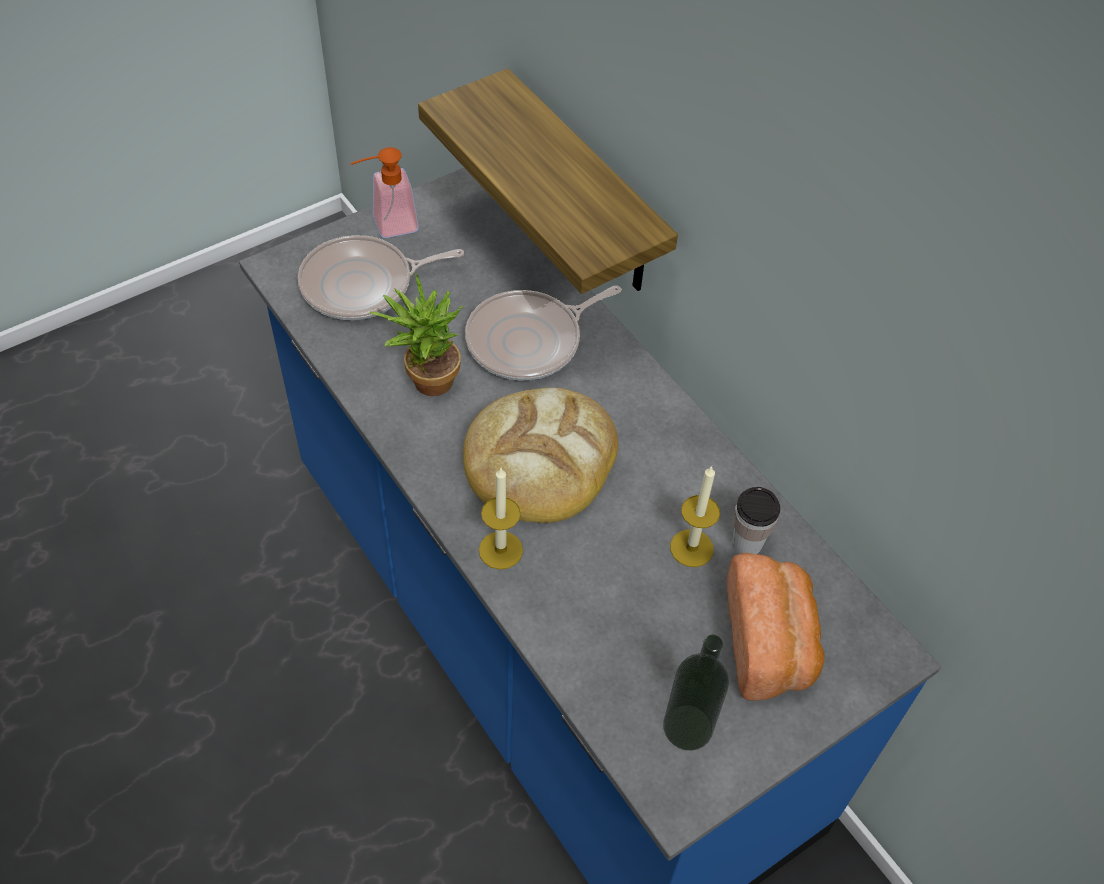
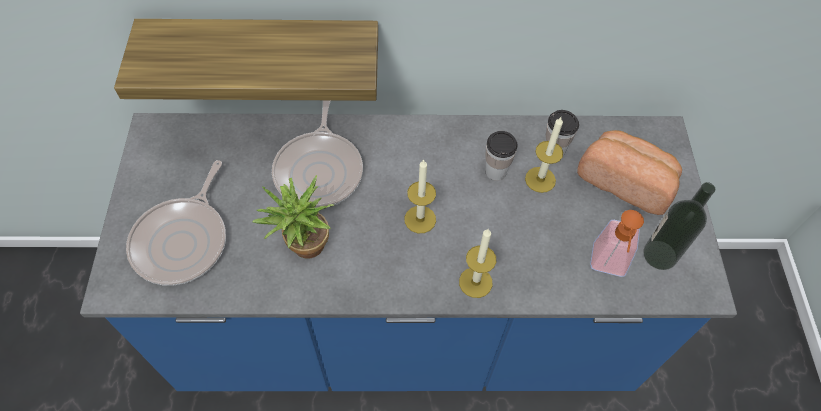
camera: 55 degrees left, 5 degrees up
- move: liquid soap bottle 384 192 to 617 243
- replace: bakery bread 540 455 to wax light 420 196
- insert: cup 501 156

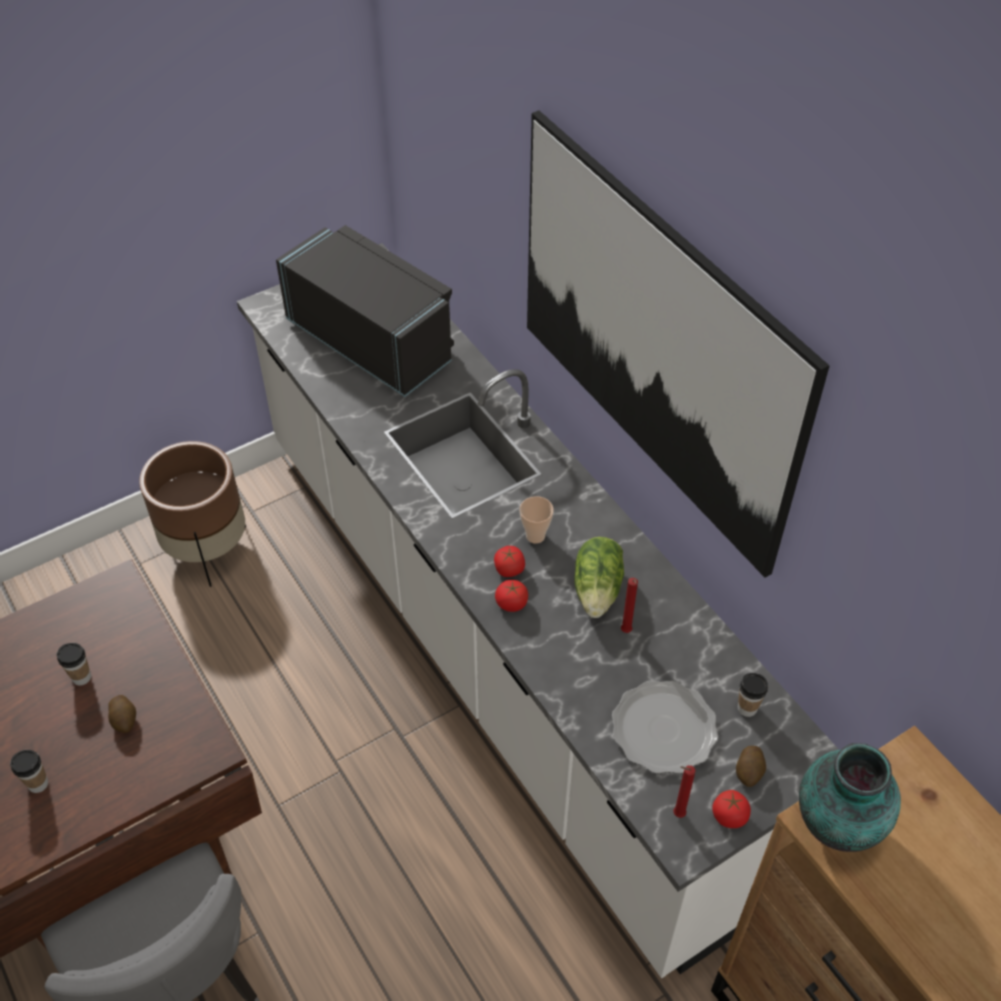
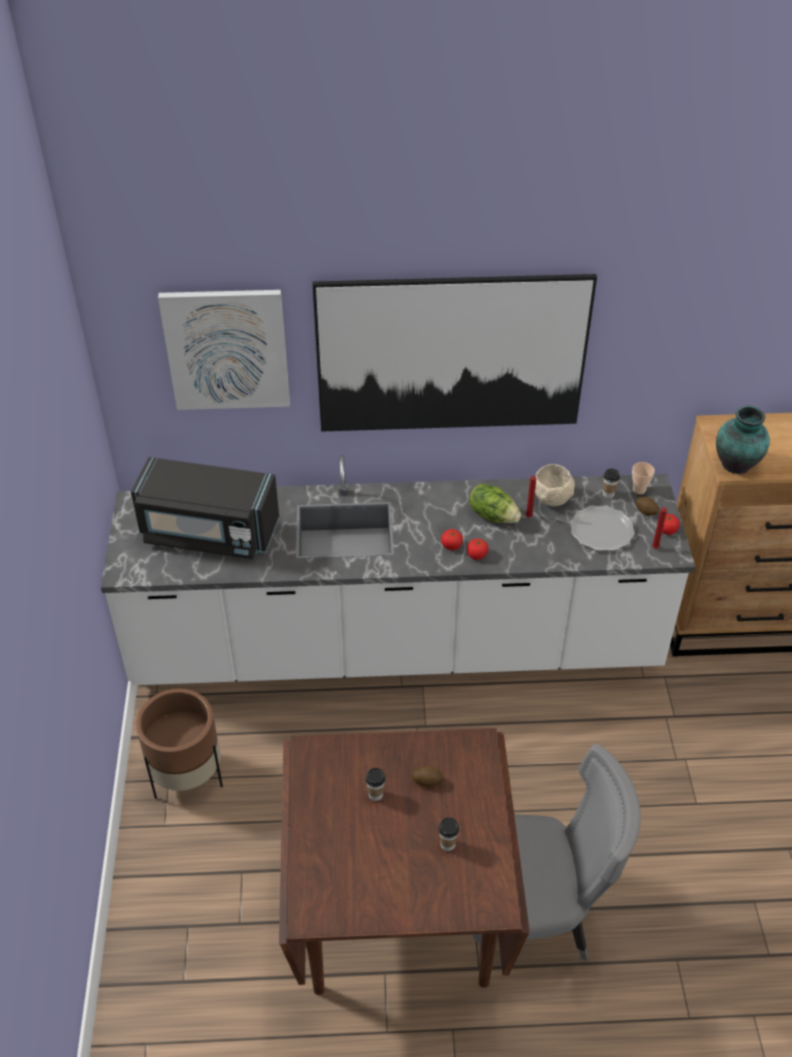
camera: 60 degrees left, 5 degrees down
- rotate: microwave in black-coloured 365 311 = 205 508 150 degrees counterclockwise
- move: cup 537 520 to 643 478
- insert: wall picture 224 350
- insert: bowl in beige-coloured 555 485

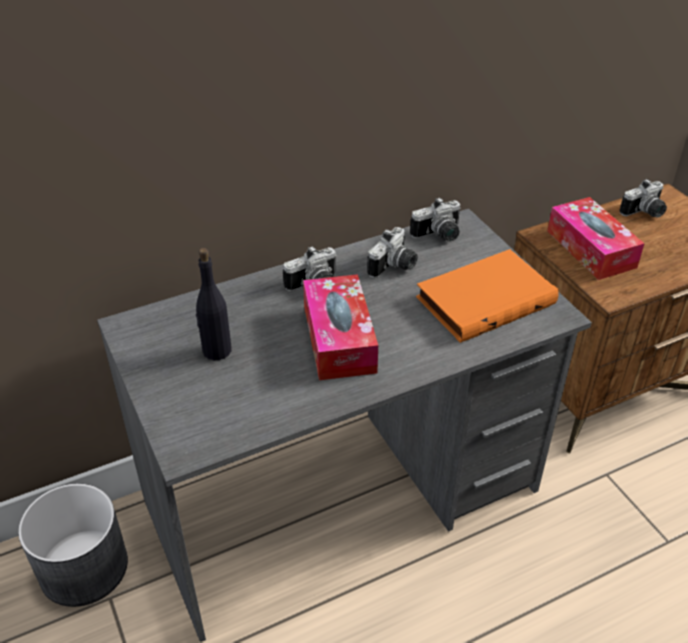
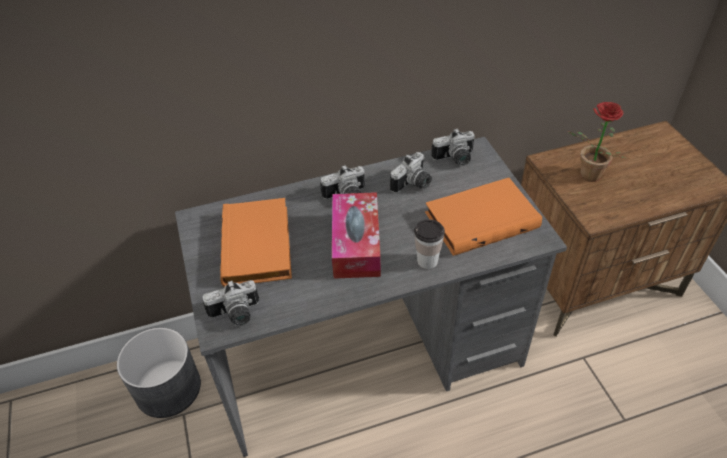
camera: 10 degrees right, 5 degrees up
- move: still camera 643 198 to 230 303
- replace: tissue holder 596 238 to plant in a pot 597 142
- replace: bottle in black-coloured 214 304 to bound book in orange-coloured 256 242
- insert: cup 429 244

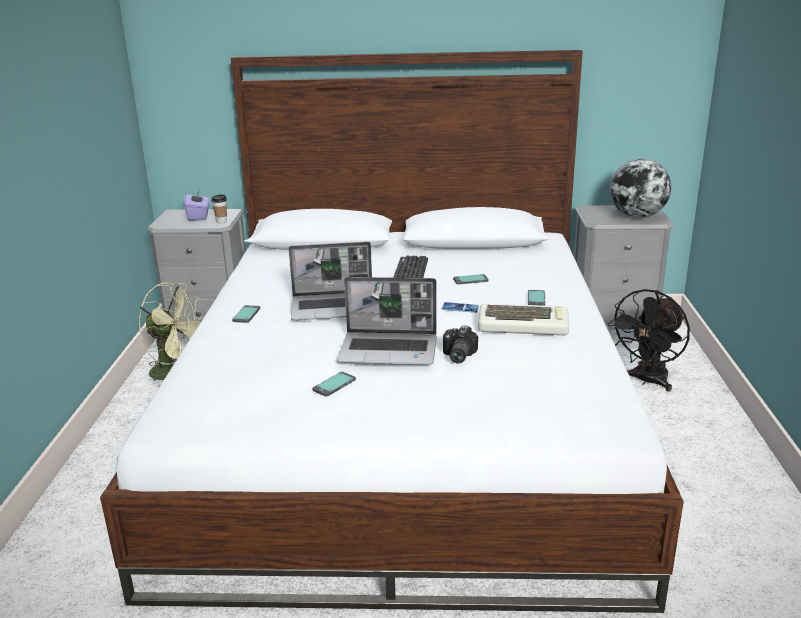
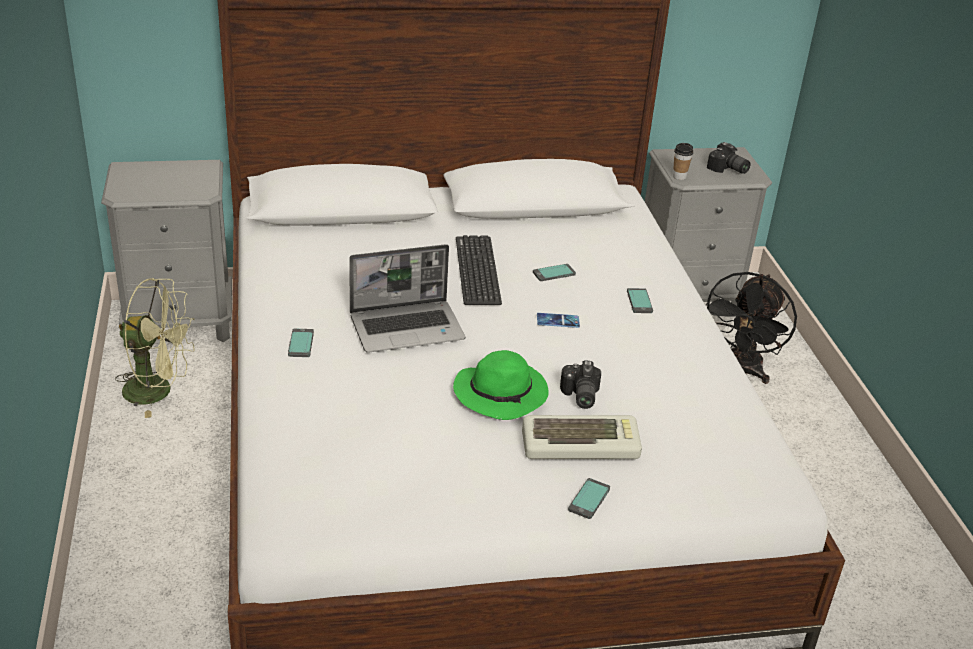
camera: 15 degrees left, 10 degrees up
- replace: world globe 640 188 to still camera 729 158
- delete: tissue holder in purple-coloured 196 205
- move: cup 219 208 to 683 161
- replace: notebook computer 387 320 to hat in greenish 500 385
- move: PC keyboard 523 319 to 582 437
- move: handset 334 384 to 589 498

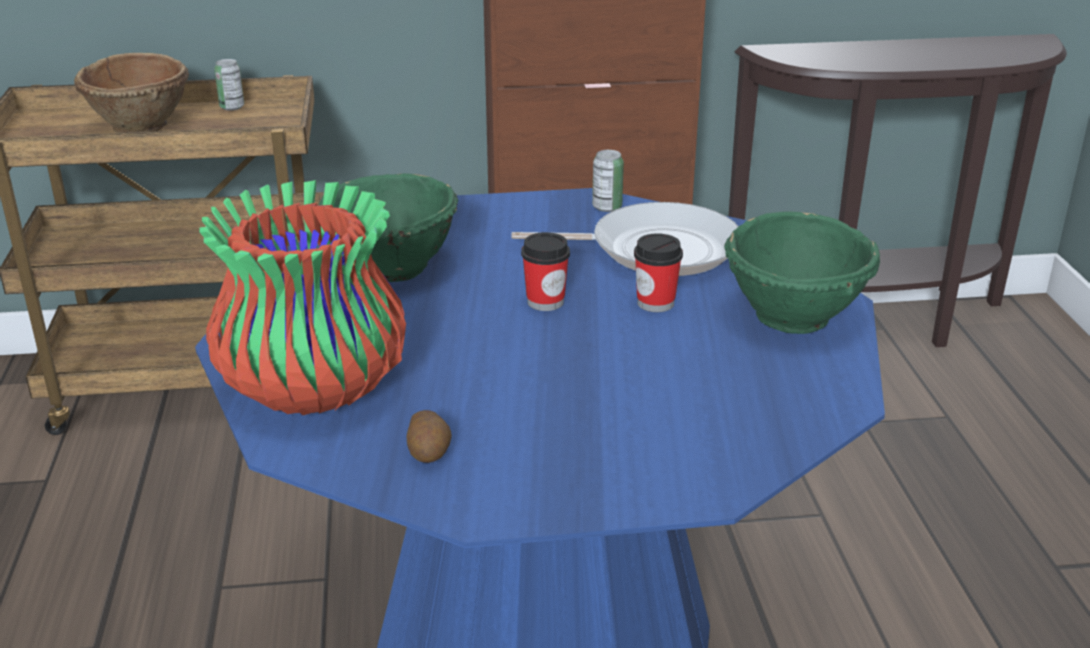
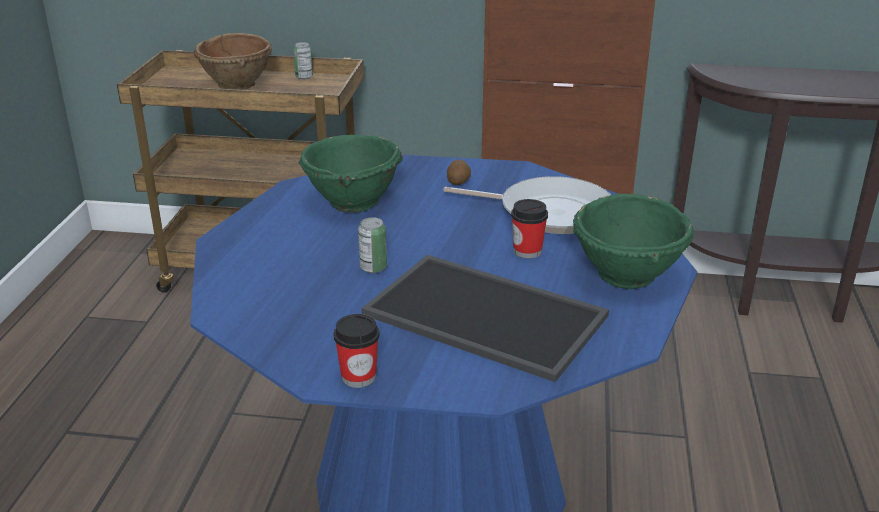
camera: 15 degrees right, 0 degrees up
- move: can 608 181 to 372 245
- delete: flower vase 302 297
- move: cup 545 271 to 356 351
- move: spud 429 436 to 459 172
- insert: tray 485 318

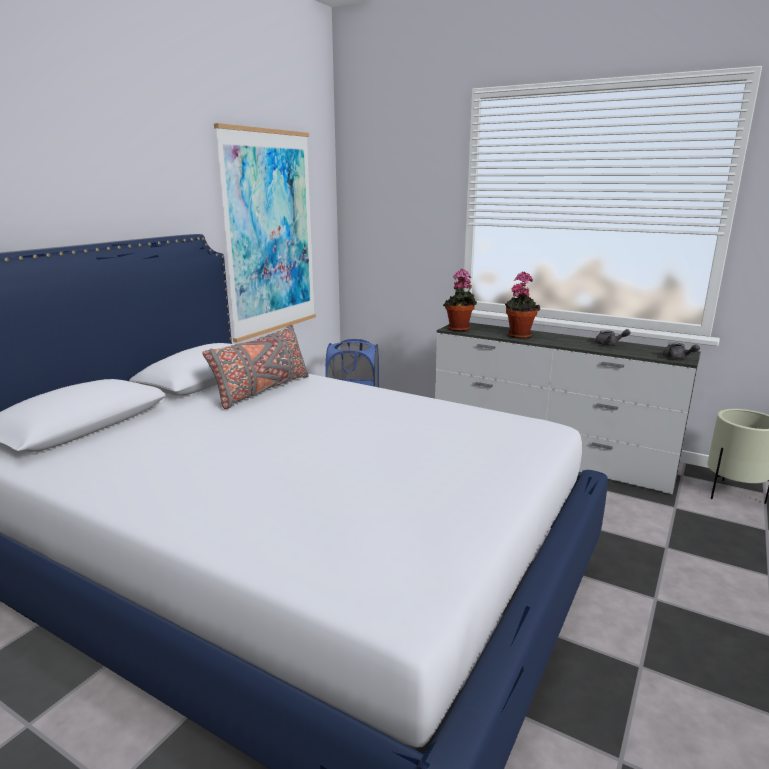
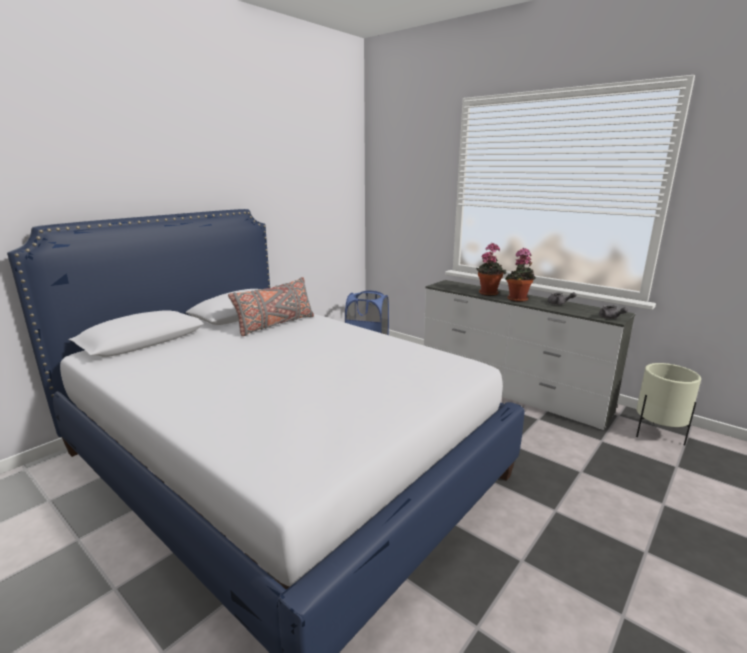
camera: 10 degrees right, 0 degrees up
- delete: wall picture 265 233
- move: plant in a pot 460 300 to 520 275

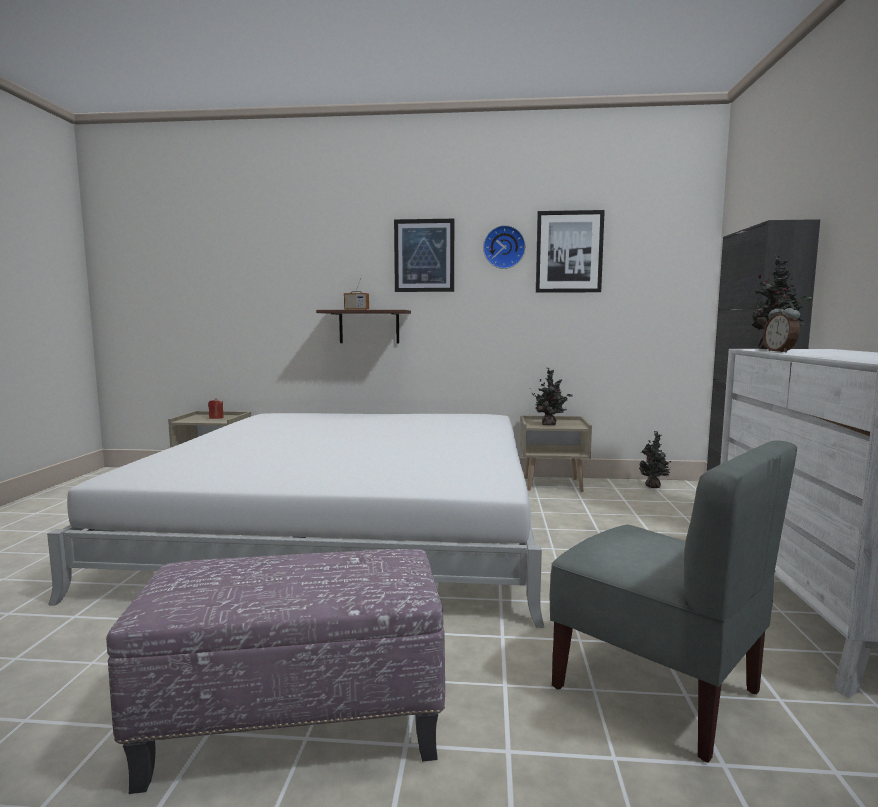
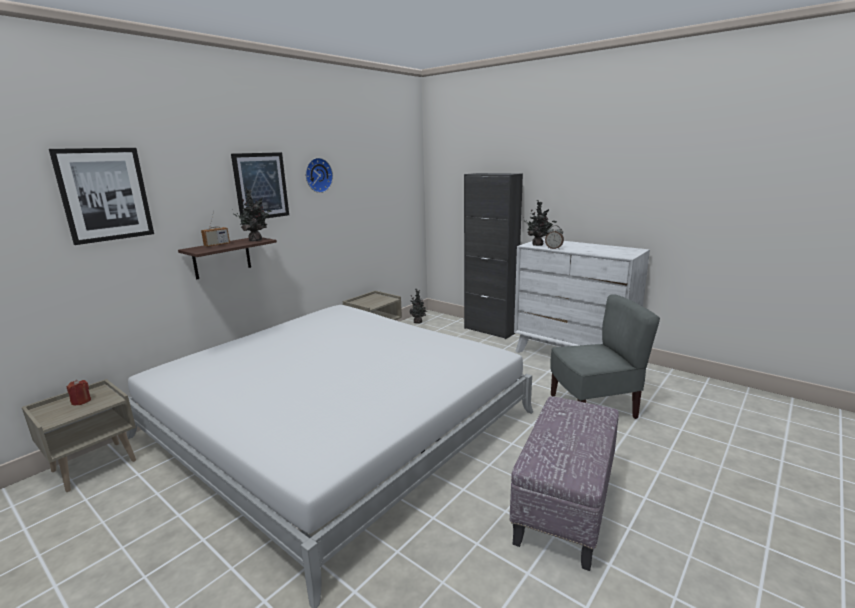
camera: 55 degrees left, 10 degrees up
- move: wall picture 570 251 to 101 196
- move: plant in a pot 552 397 to 253 214

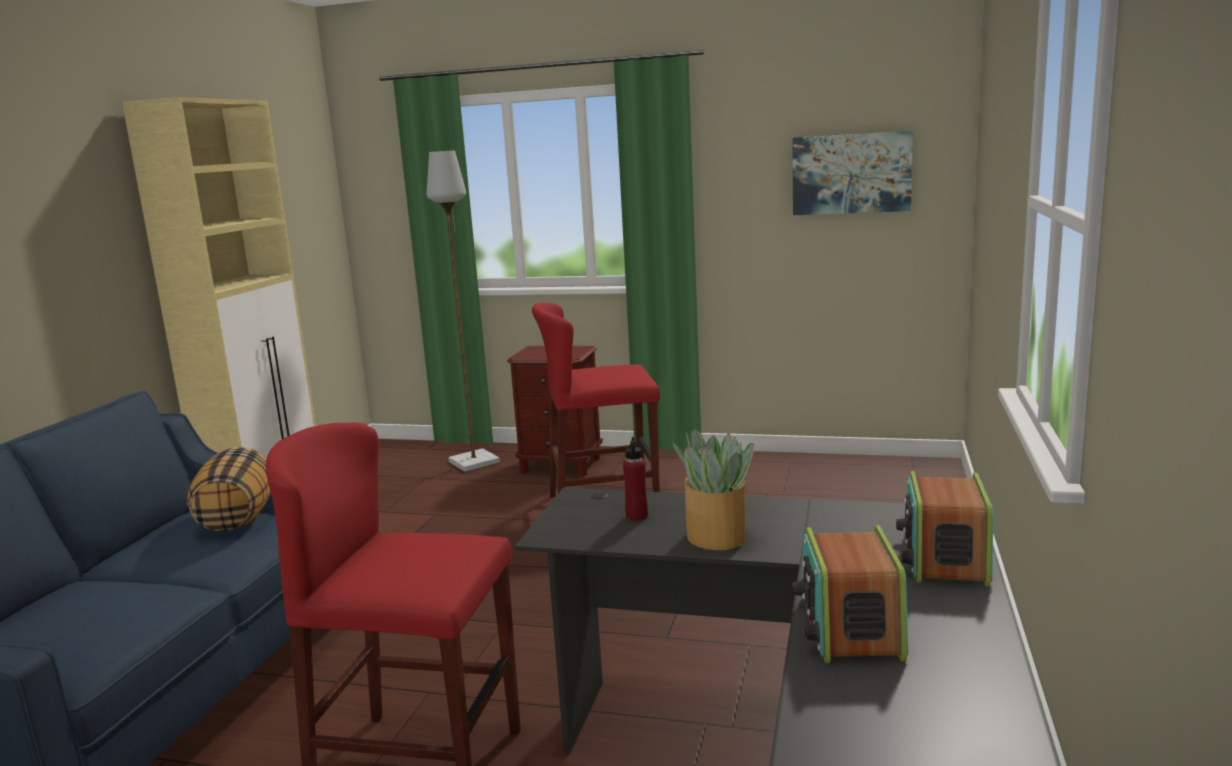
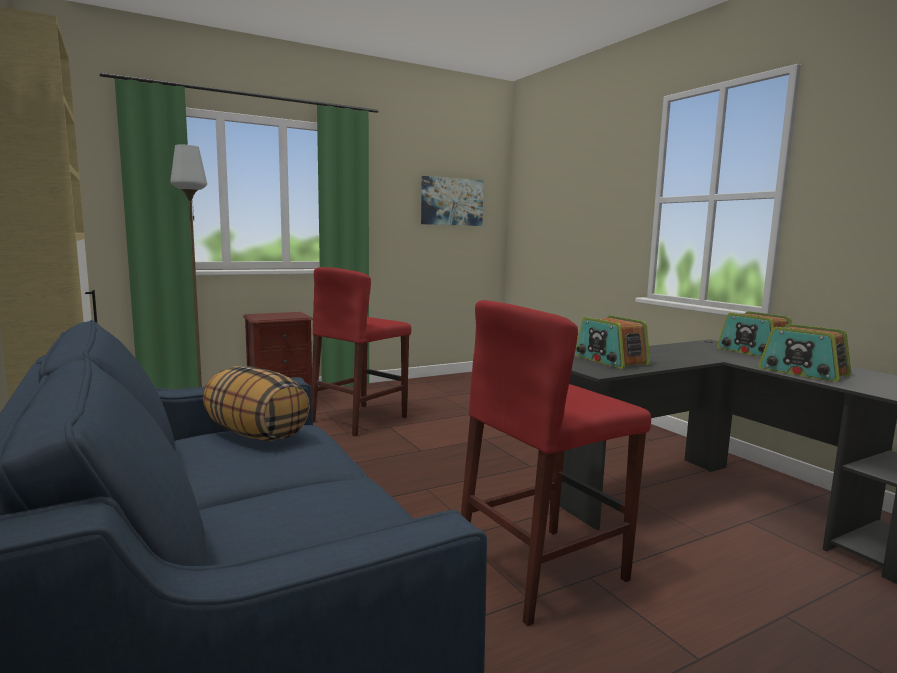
camera: 45 degrees left, 5 degrees down
- delete: plant in a pot 713 489
- replace: bottle in reddish 635 479 to radio set 612 342

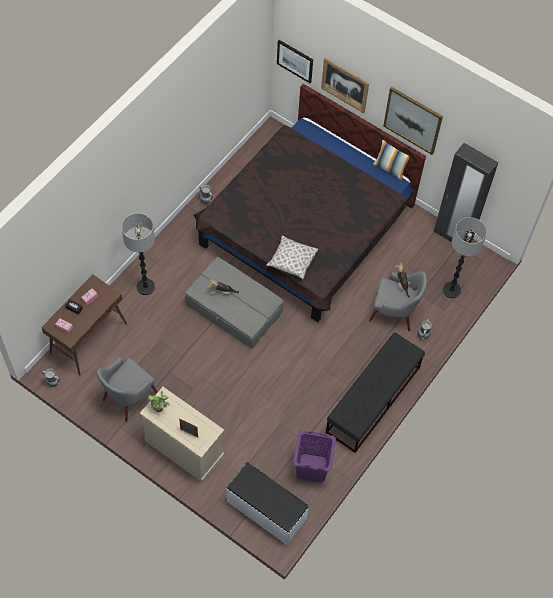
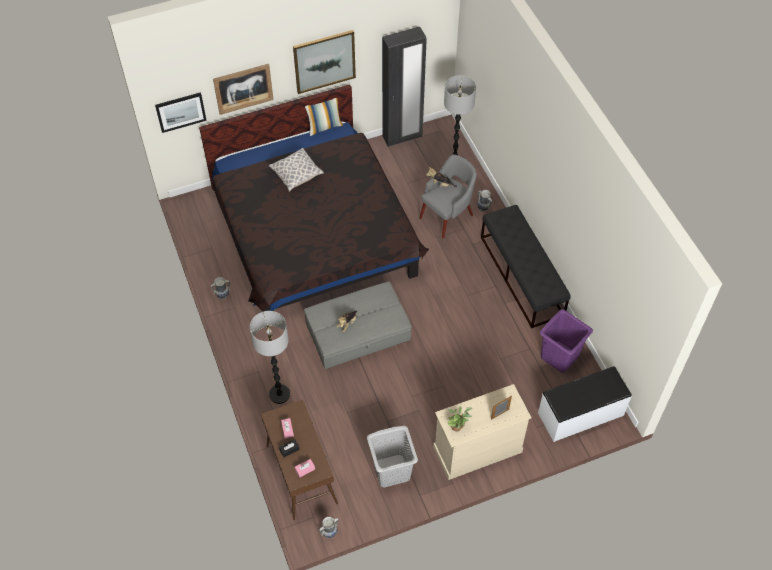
camera: 55 degrees left, 5 degrees down
- move: cushion 292 257 to 296 170
- replace: lounge chair in grey 127 389 to laundry basket in grey 392 456

